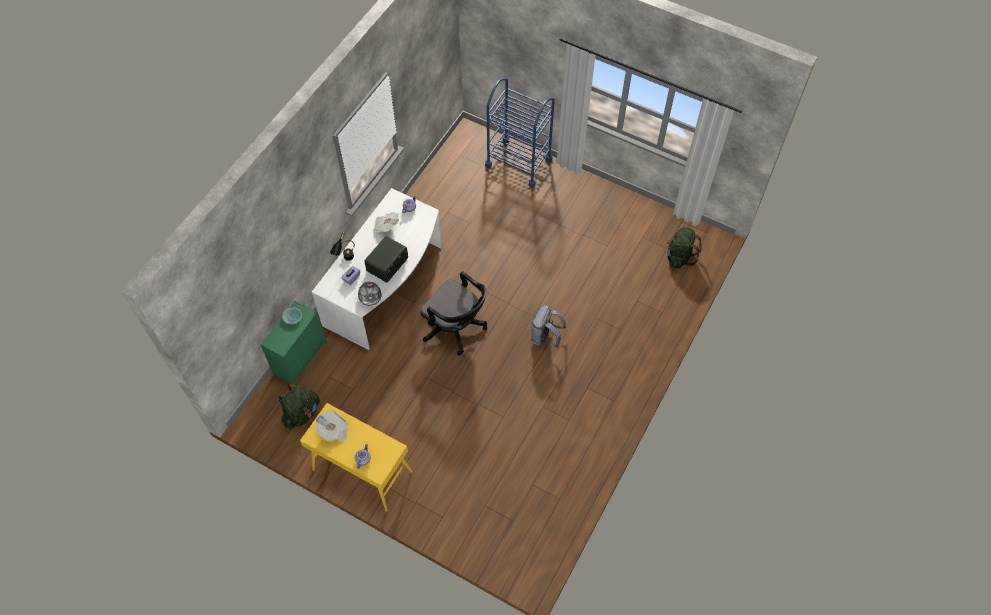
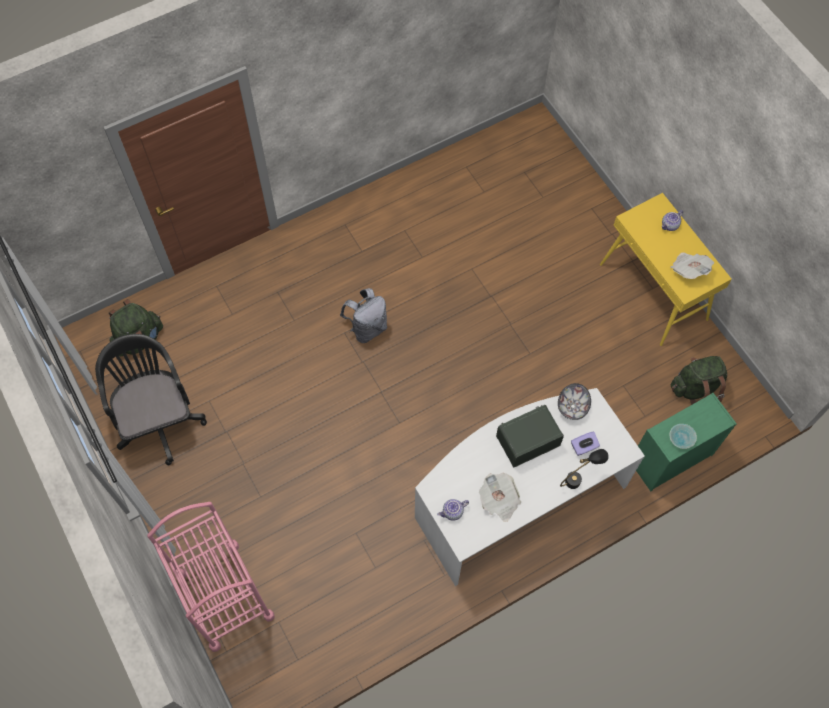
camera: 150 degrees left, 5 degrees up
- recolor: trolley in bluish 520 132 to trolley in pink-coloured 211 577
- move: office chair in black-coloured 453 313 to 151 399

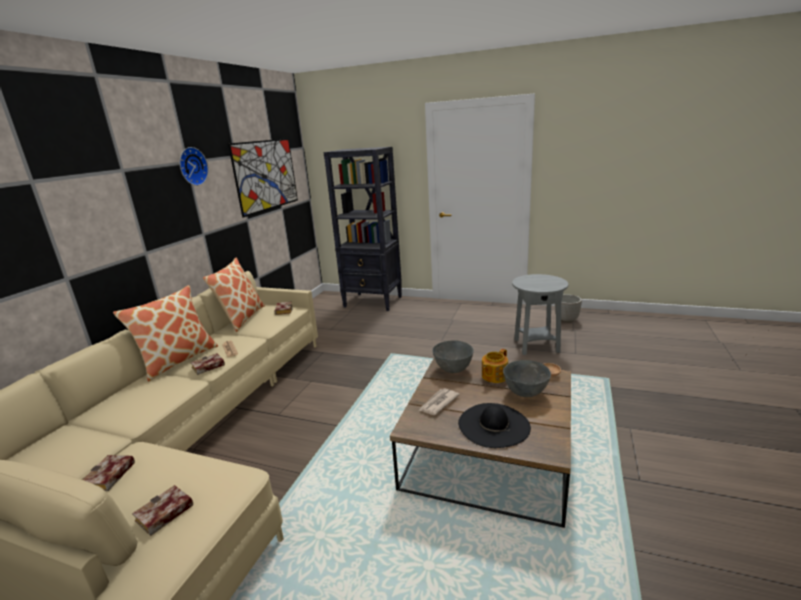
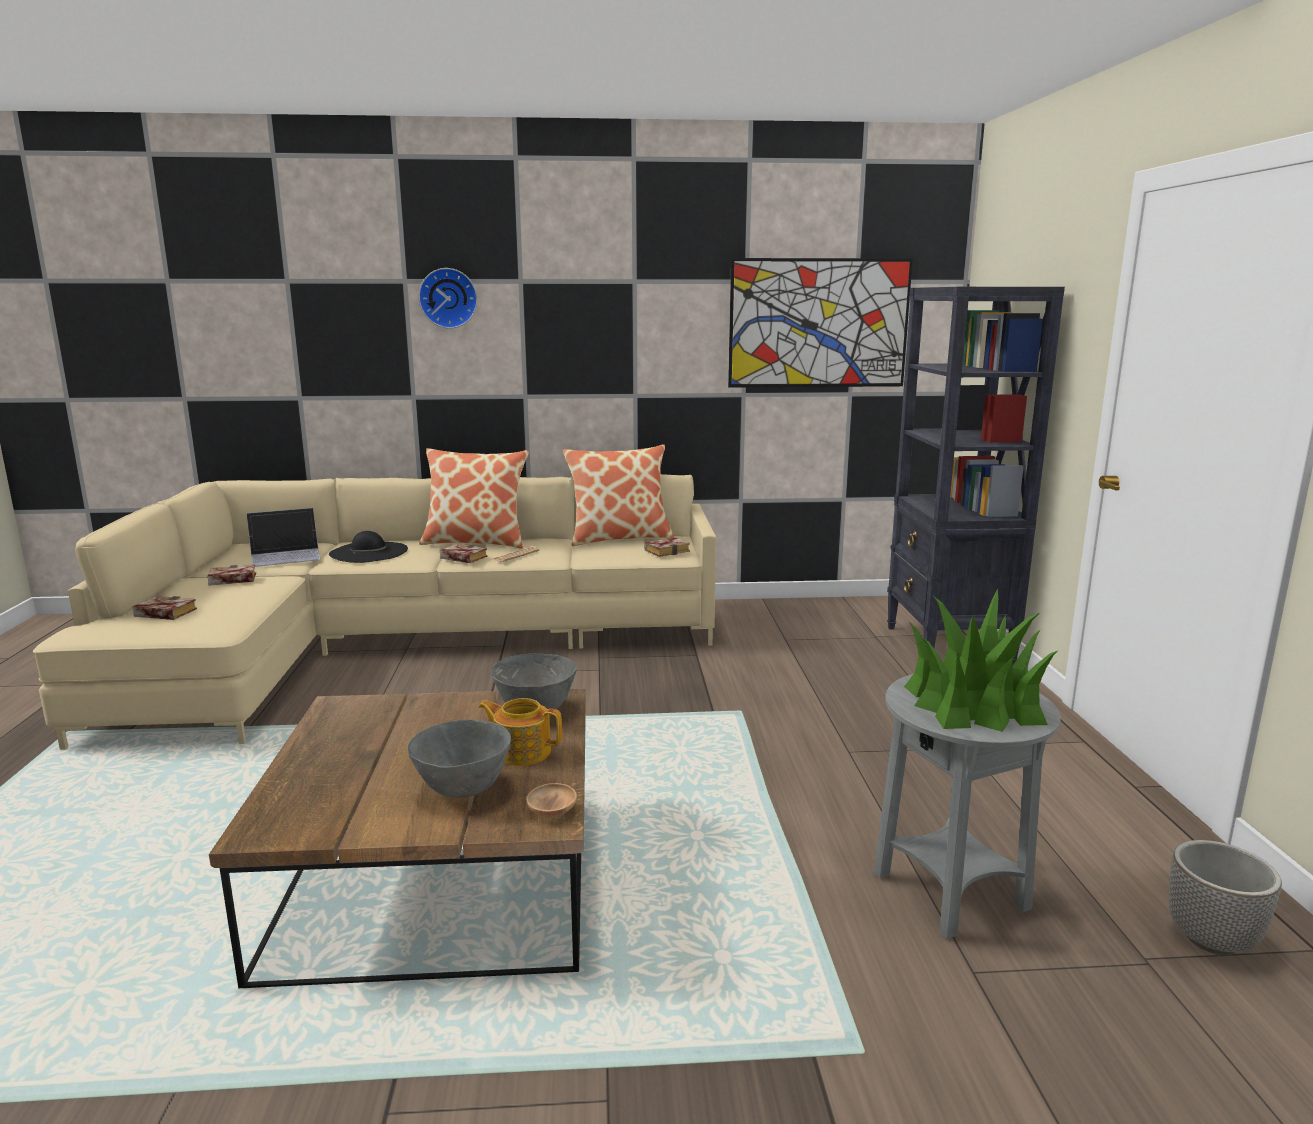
camera: 65 degrees right, 5 degrees down
- move: wall clock 194 166 to 448 298
- delete: daily paper 439 401
- move: hat in black-coloured 494 425 to 368 547
- insert: notebook computer 283 537
- insert: plant in a pot 981 660

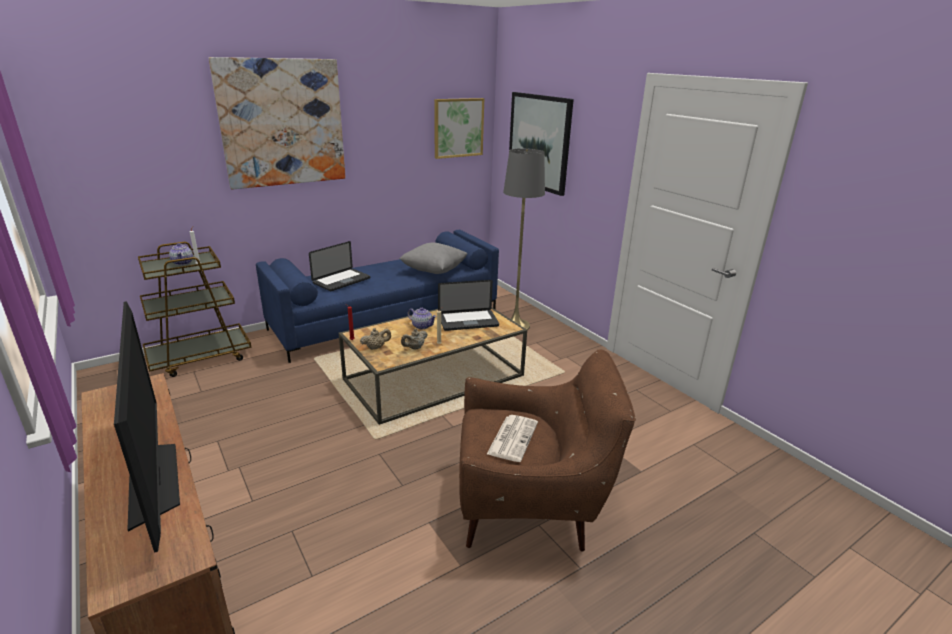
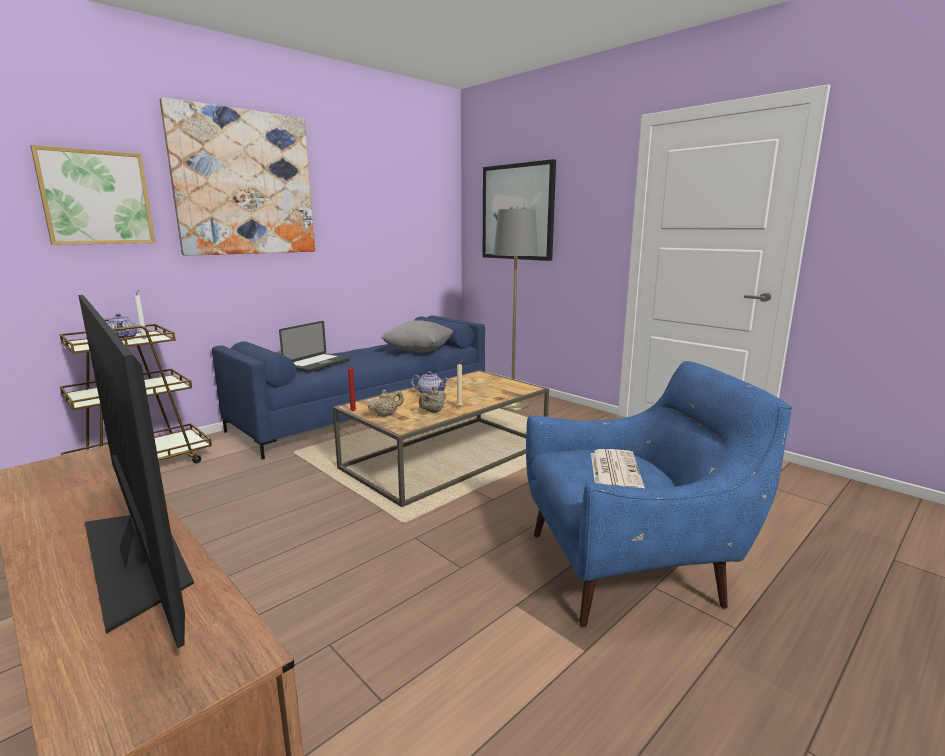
camera: 10 degrees left, 10 degrees down
- move: wall picture 459 128 to 92 195
- delete: notebook computer 468 305
- recolor: lounge chair in brown 547 450 to lounge chair in bluish 659 494

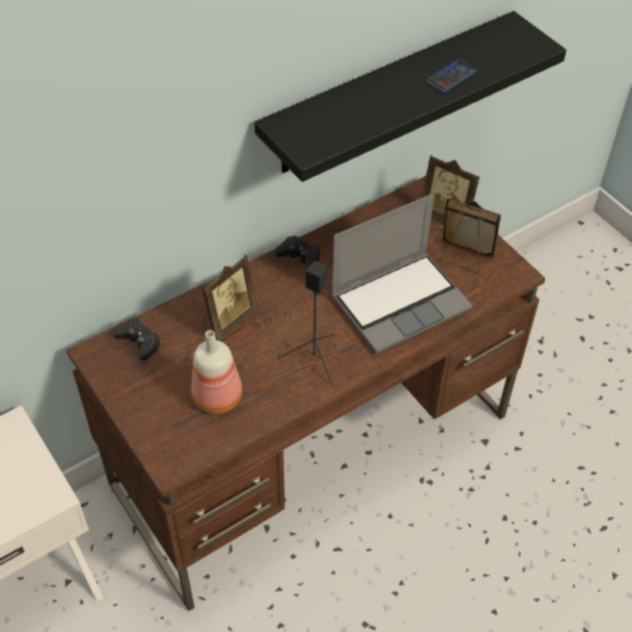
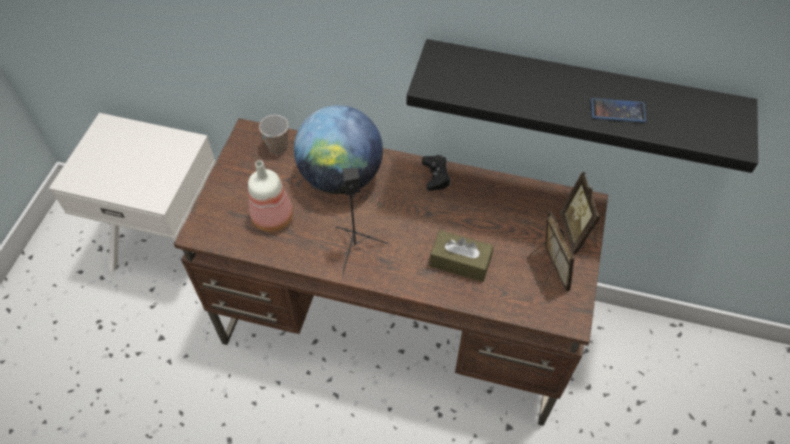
camera: 50 degrees right, 5 degrees up
- replace: notebook computer 402 273 to tissue holder in brown 461 256
- replace: standing frame 230 298 to world globe 338 149
- replace: game controller in black-coloured 137 339 to cup 273 134

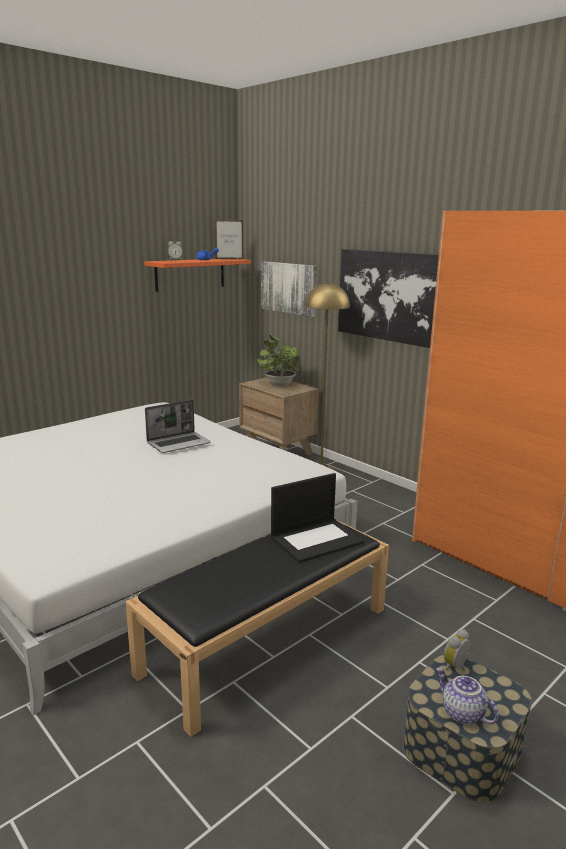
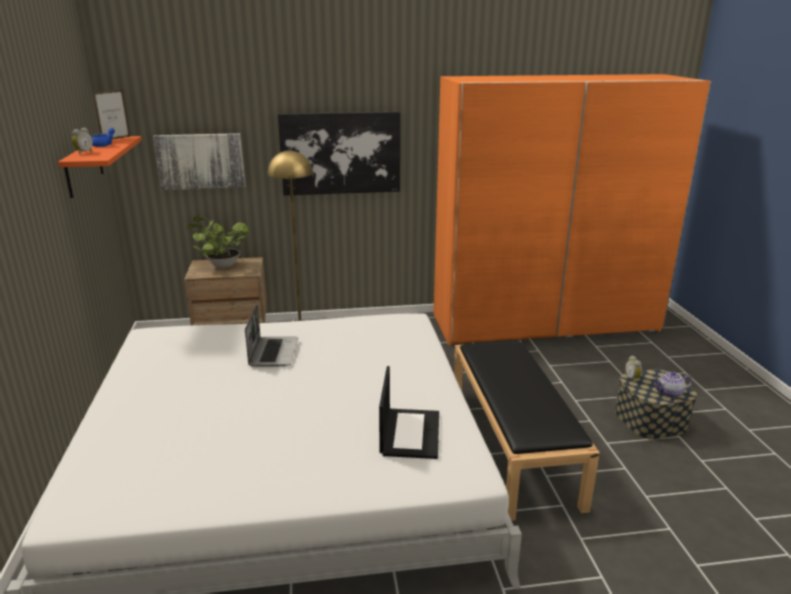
camera: 55 degrees left, 5 degrees up
- move: notebook computer 317 518 to 409 412

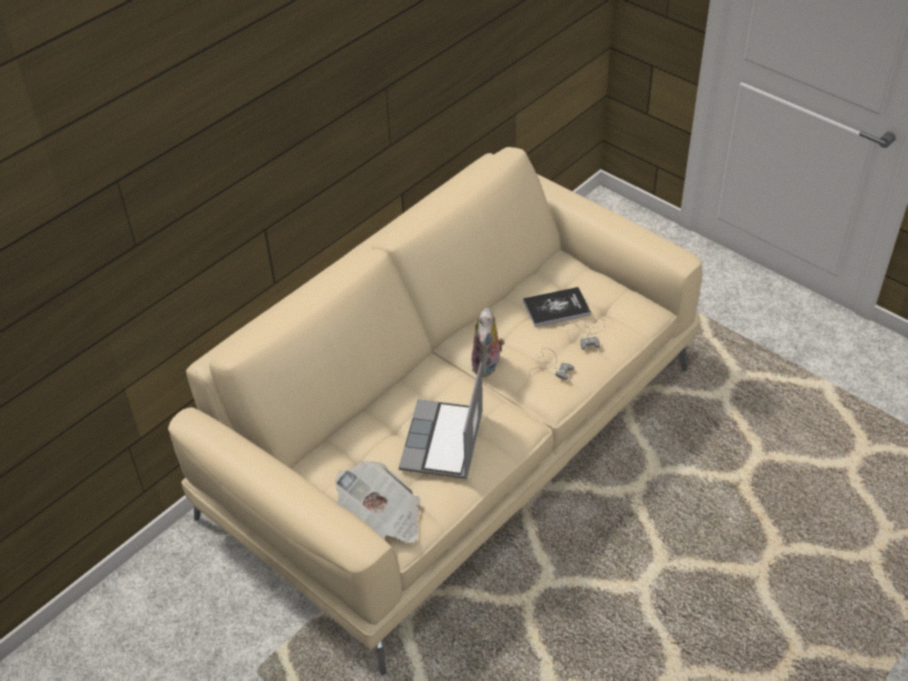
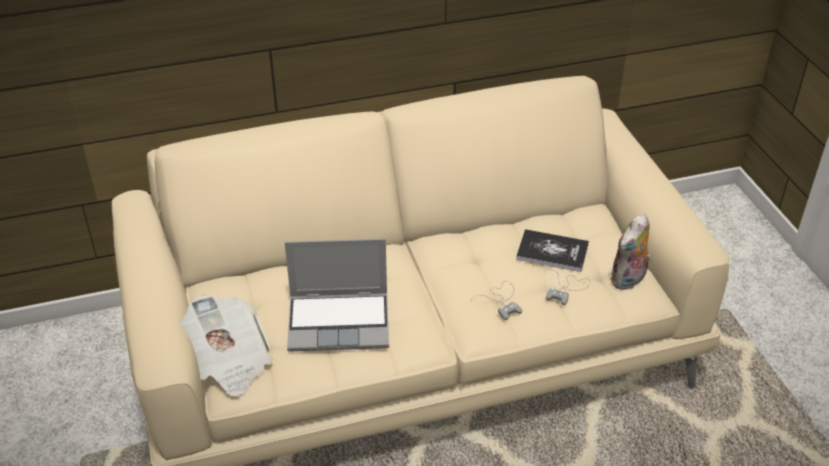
camera: 30 degrees right, 5 degrees down
- move: plush toy 488 342 to 631 252
- rotate: notebook computer 441 420 = 337 295 135 degrees counterclockwise

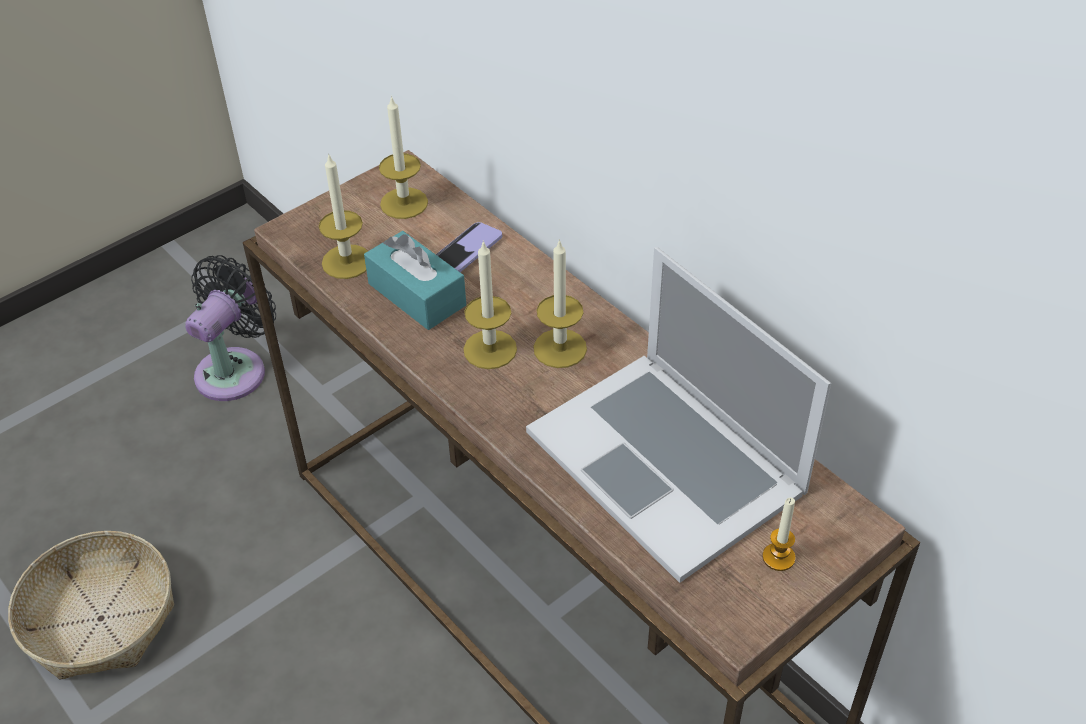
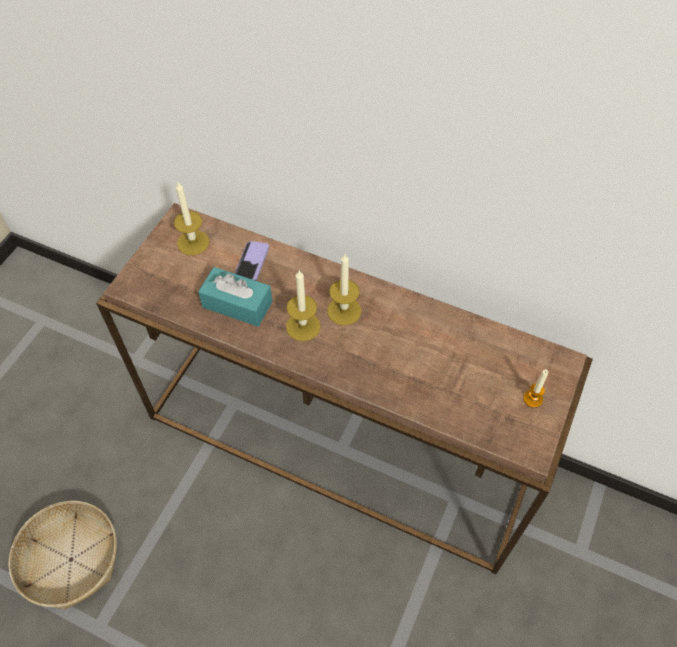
camera: 25 degrees left, 10 degrees up
- delete: wax light 343 216
- delete: notebook computer 678 415
- delete: cooling fan in black-coloured 230 328

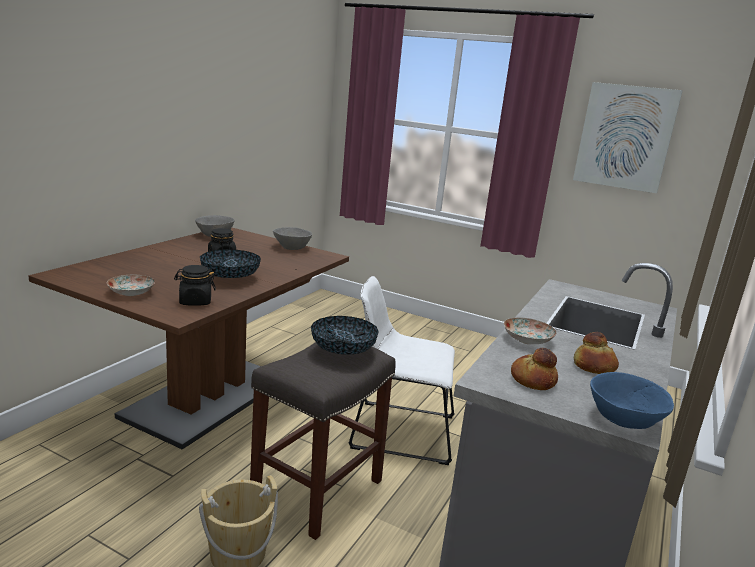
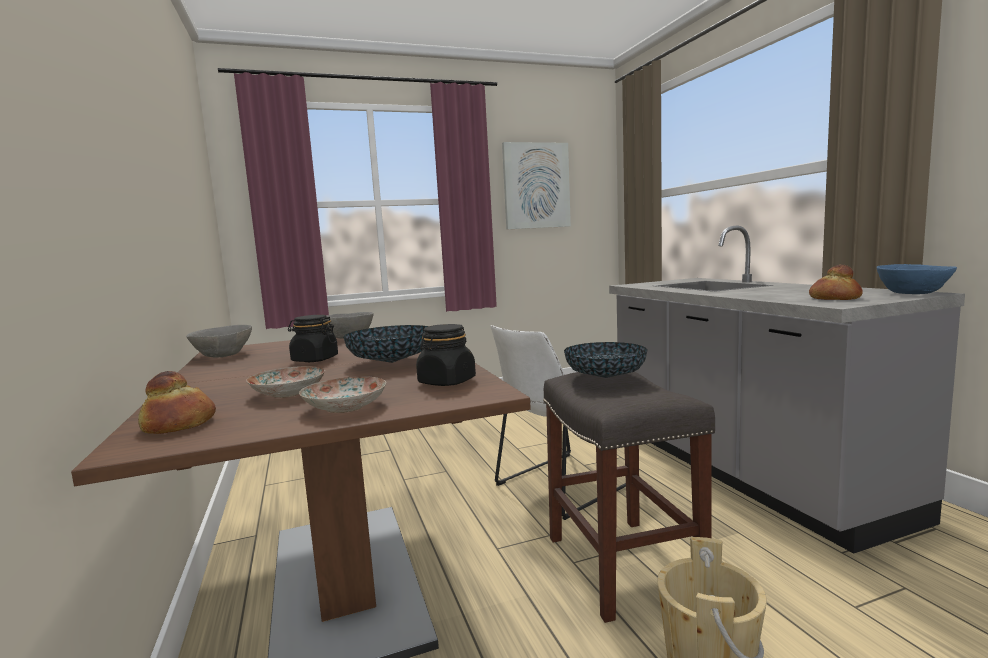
camera: 45 degrees left, 10 degrees down
- move: plate 530 330 to 285 382
- move: bakery bread 596 353 to 177 402

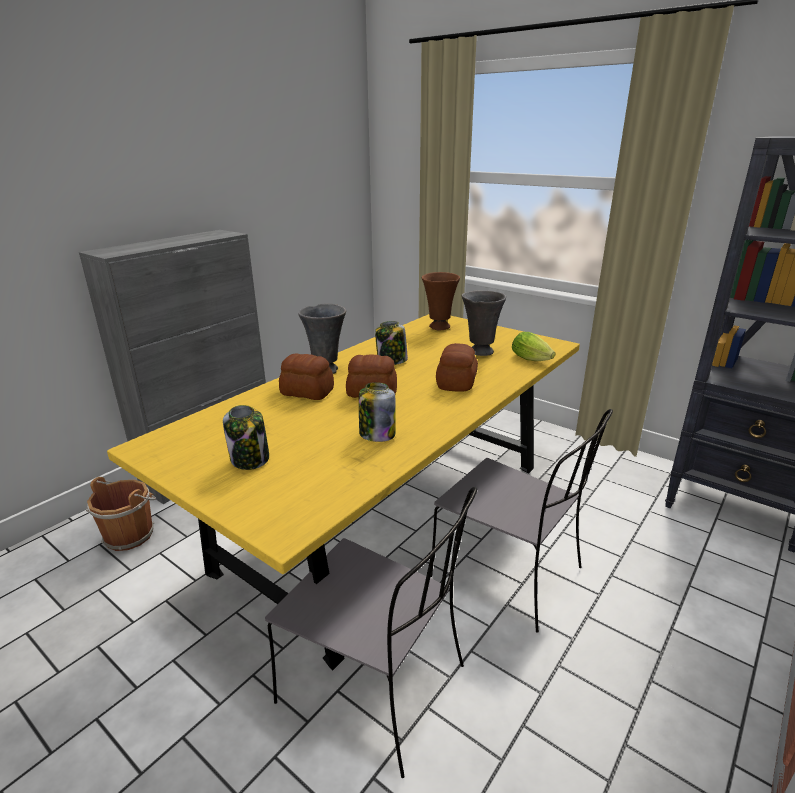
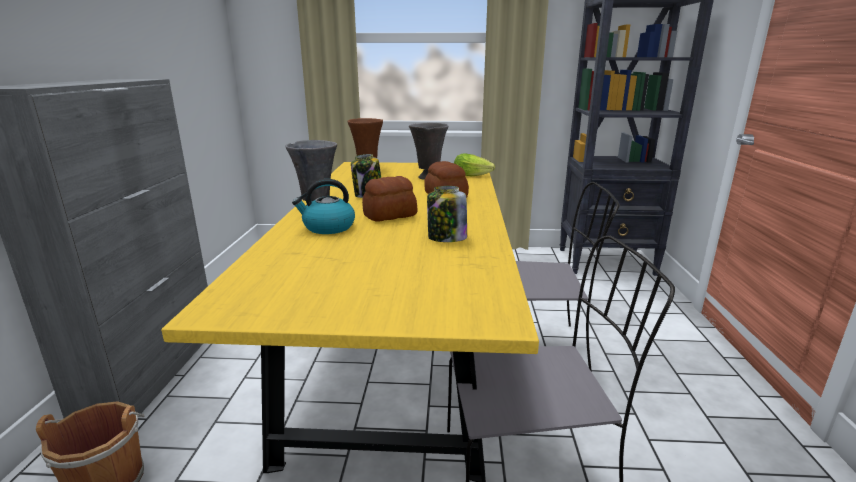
camera: 35 degrees left, 5 degrees down
- replace: bakery bread 306 376 to tea kettle 323 206
- delete: jar 246 437

